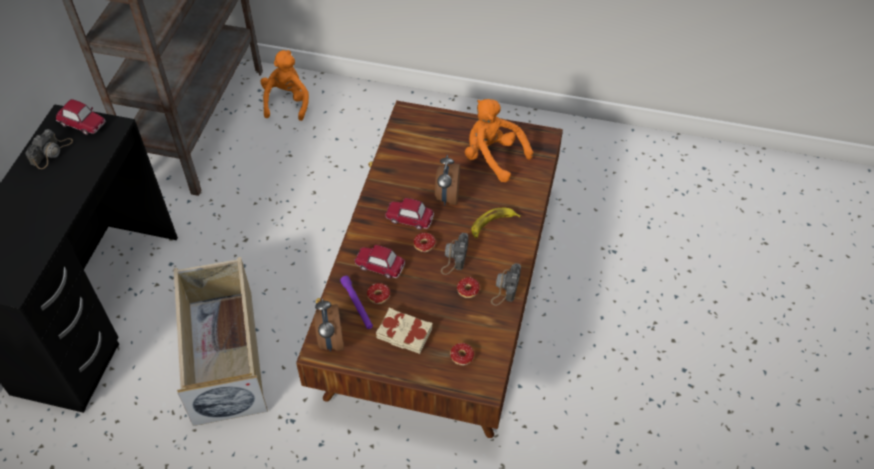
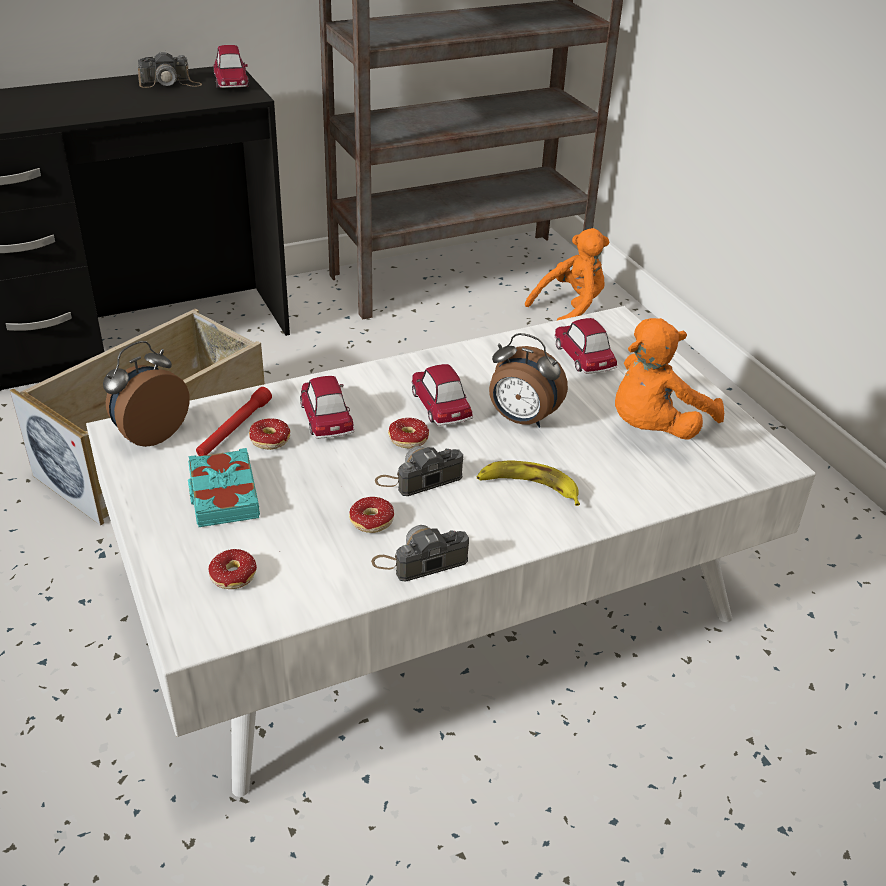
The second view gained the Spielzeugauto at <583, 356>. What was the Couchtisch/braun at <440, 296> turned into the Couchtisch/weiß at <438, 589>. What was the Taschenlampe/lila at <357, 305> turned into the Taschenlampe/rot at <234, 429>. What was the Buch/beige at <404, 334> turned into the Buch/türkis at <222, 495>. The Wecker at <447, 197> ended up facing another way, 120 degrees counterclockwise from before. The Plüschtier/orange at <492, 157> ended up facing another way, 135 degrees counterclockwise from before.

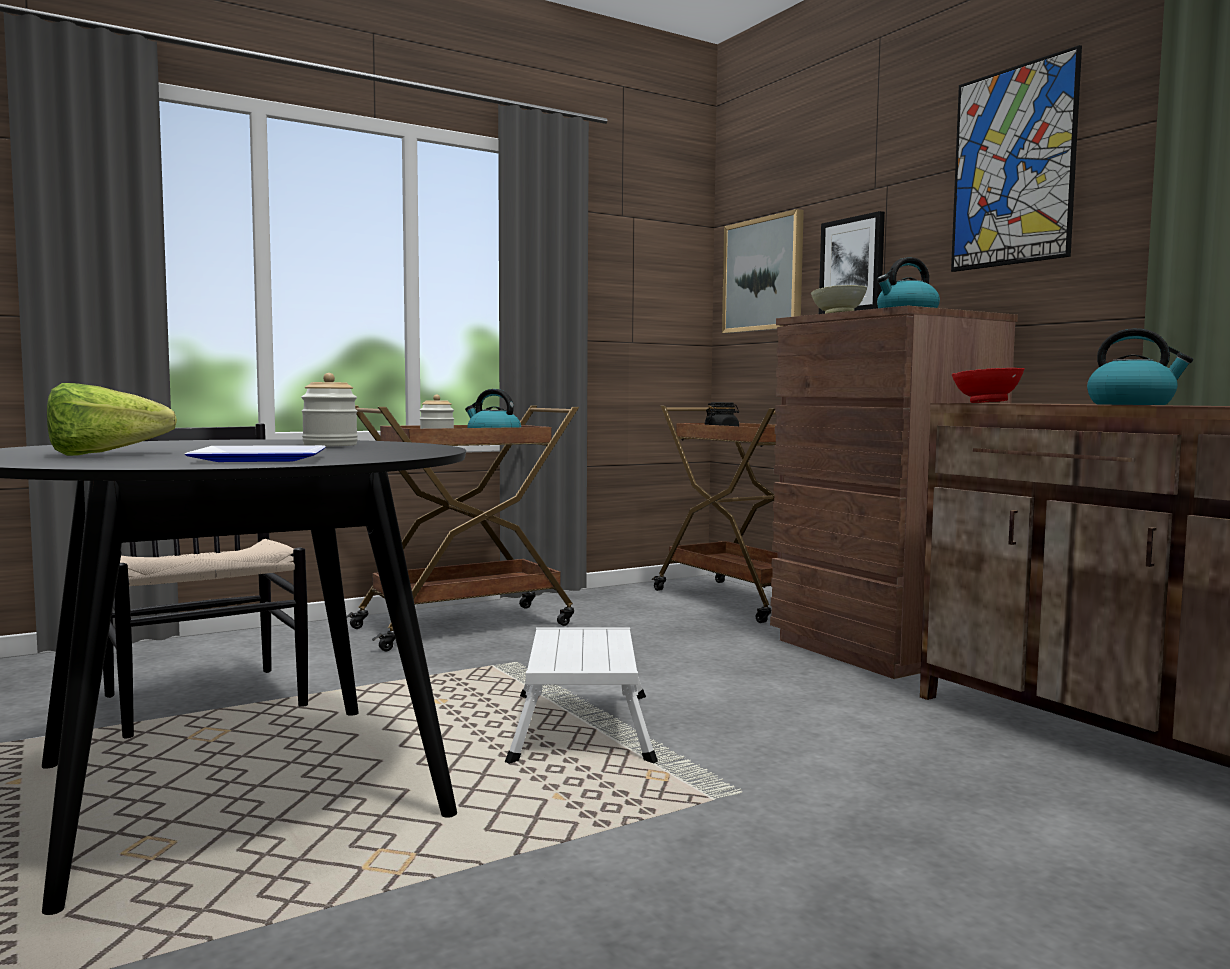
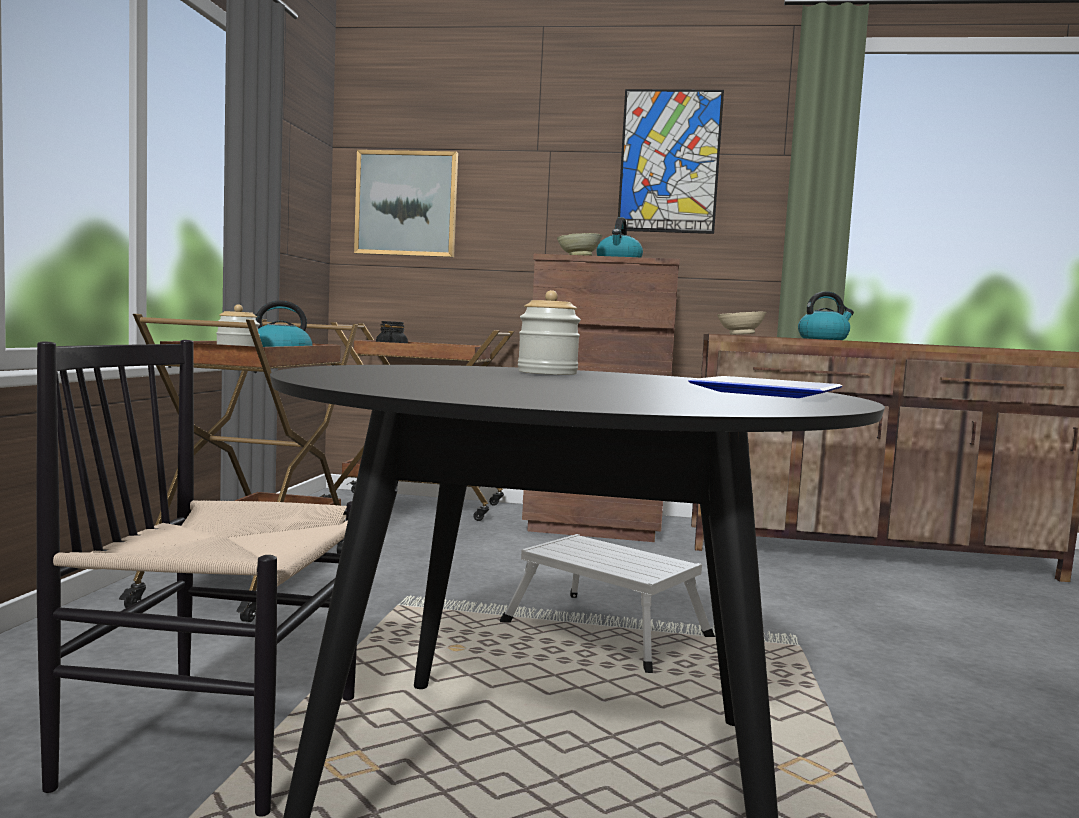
The second view lost the Salatkopf at <115, 454>. The second view lost the Bild at <852, 265>. What was the Schüssel/rot at <986, 403> turned into the Schüssel/beige at <739, 334>.

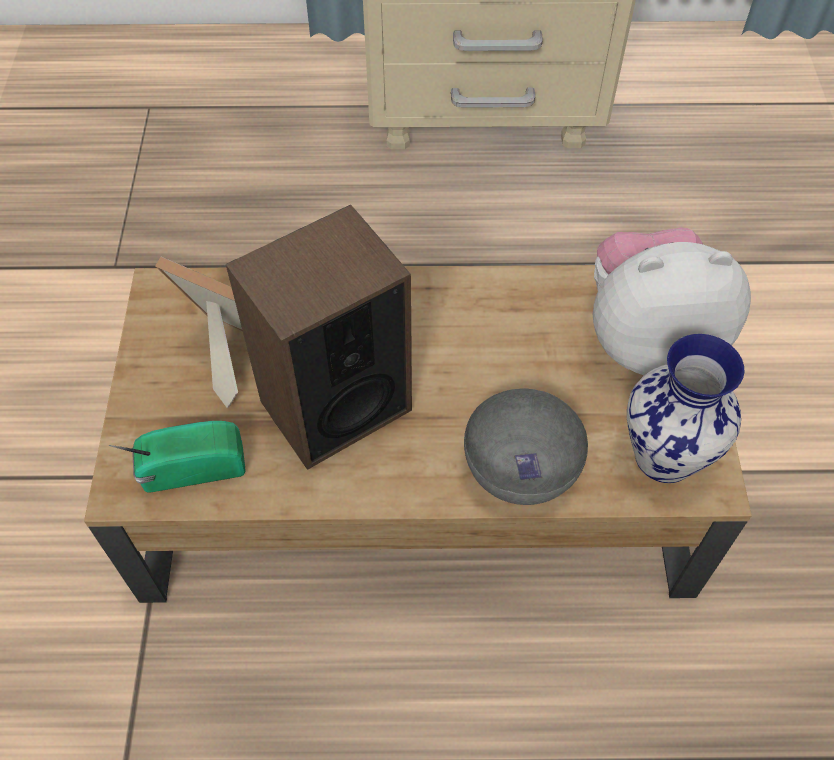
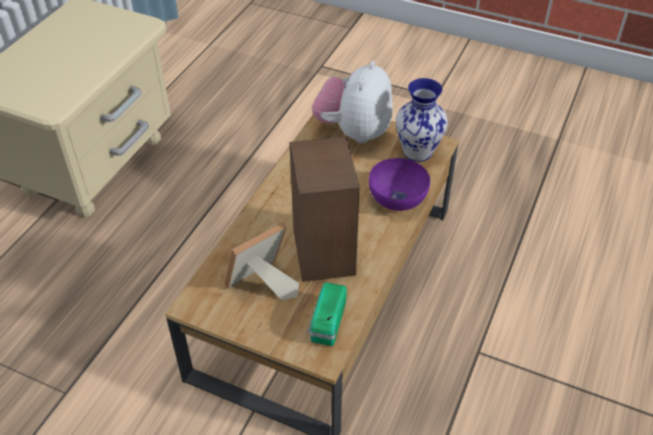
What was the Schüssel/grau at <520, 465> turned into the Schüssel/lila at <396, 198>.

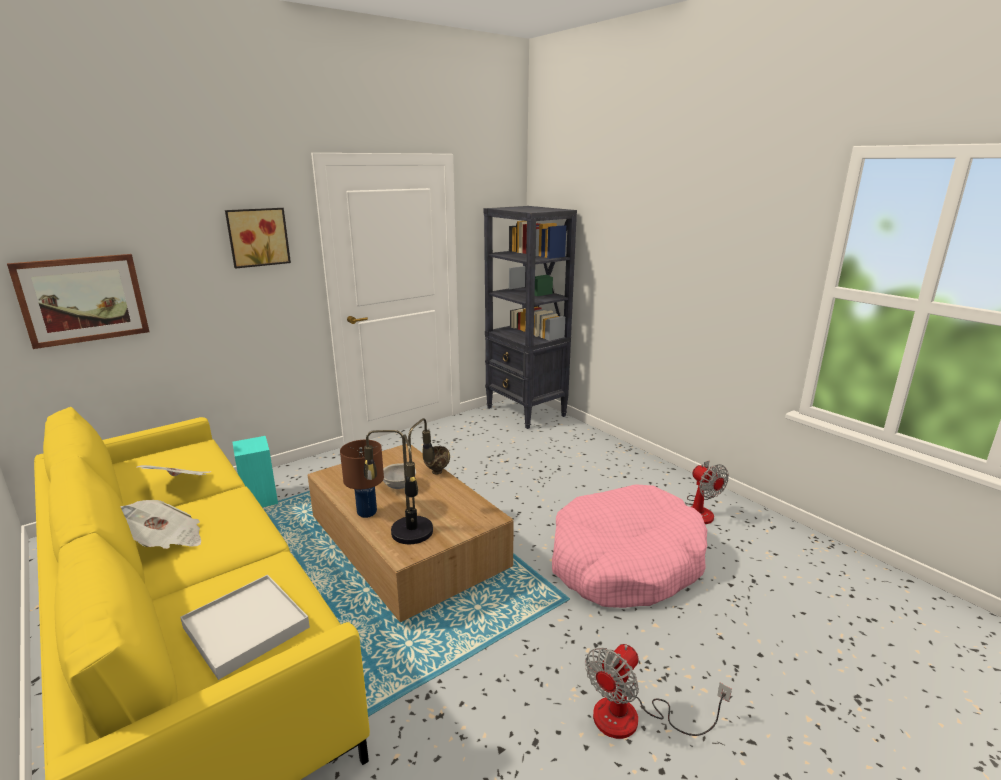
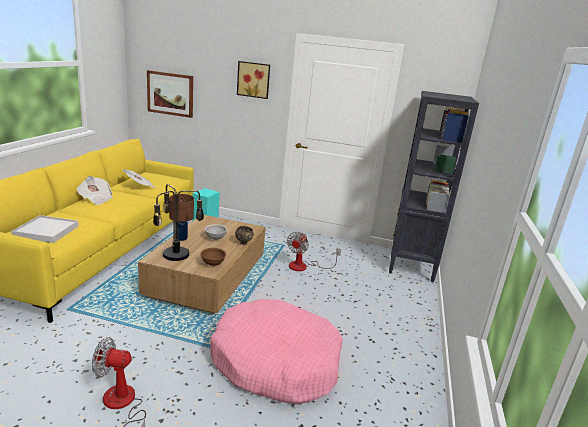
The second view gained the Schüssel/braun at <213, 264>. The Ventilator ended up elsewhere, having gone from <700, 510> to <304, 266>.

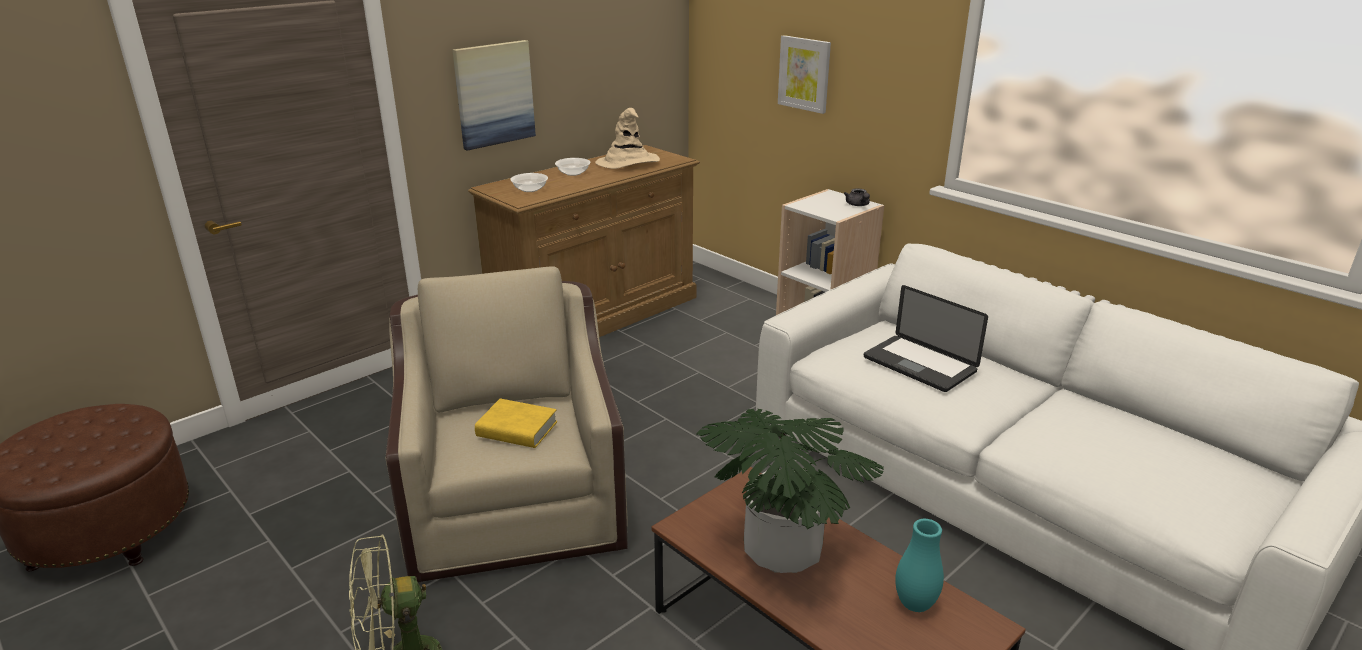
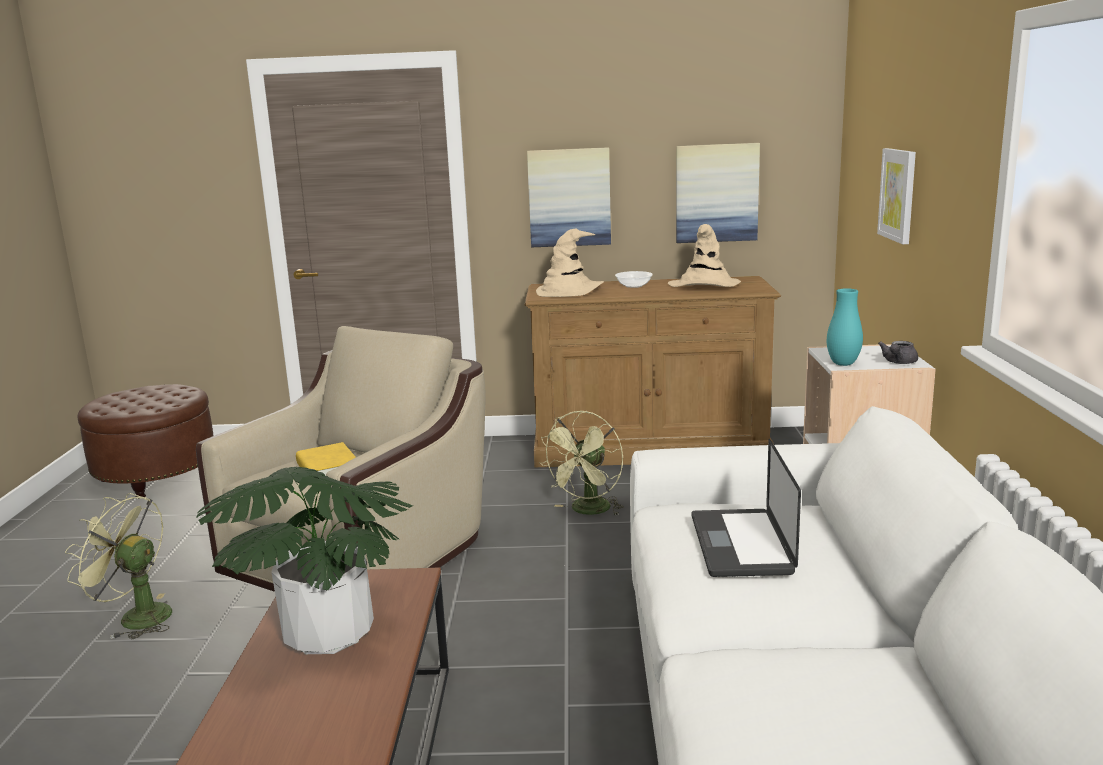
The second view gained the Ventilator/grün at <588, 511>. The second view gained the Bild at <716, 193>. The Vase/türkis ended up elsewhere, having gone from <915, 604> to <843, 364>. Where the Schüssel stood at <530, 189>, the Hut/beige came to stand at <569, 291>.

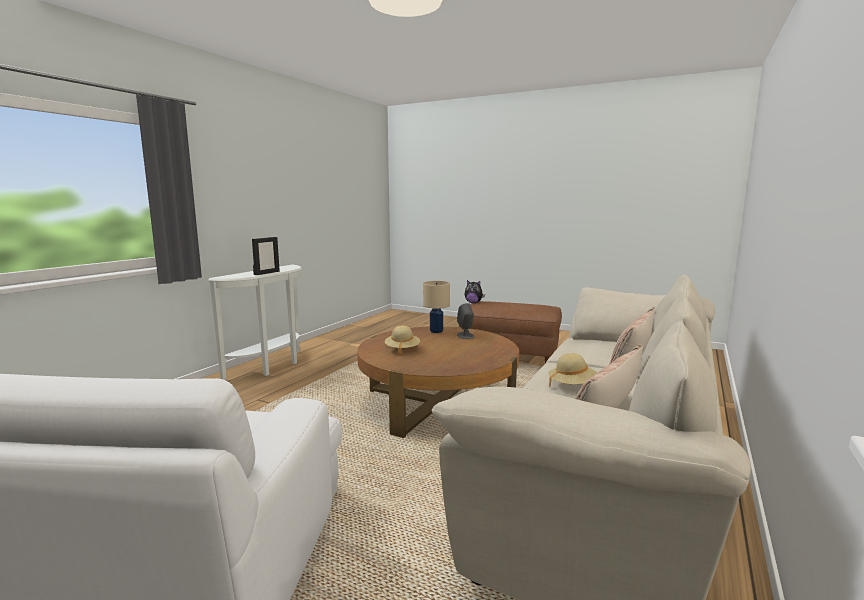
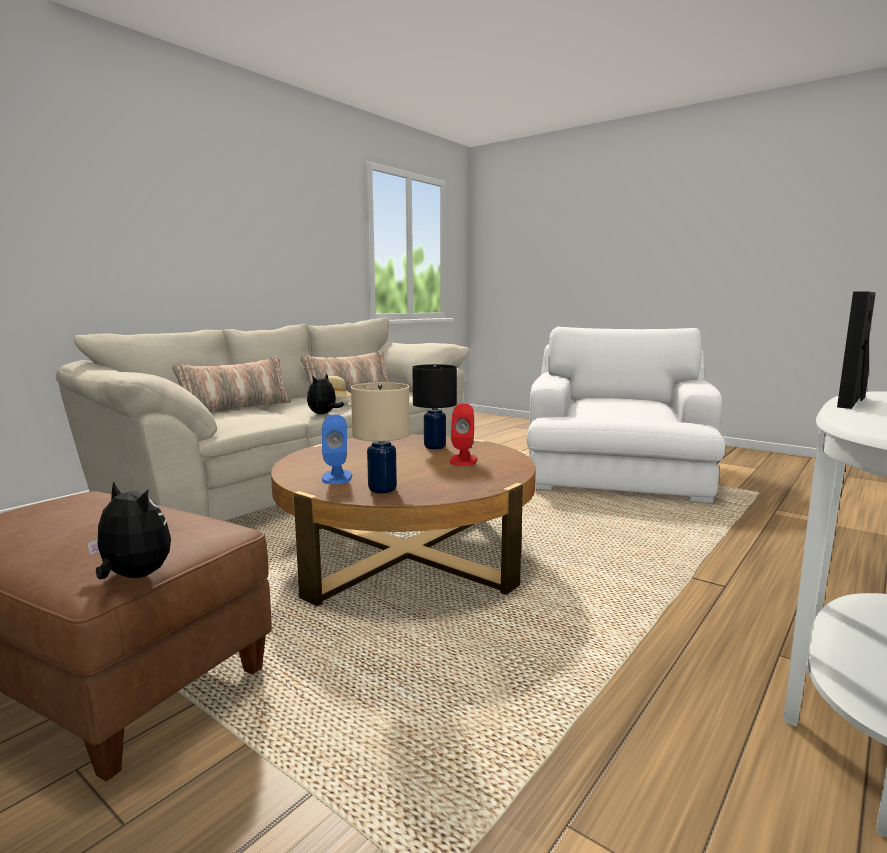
The second view gained the Plüschtier at <323, 414>. The second view gained the Tischlampe/schwarz at <433, 447>. Where the Hut/beige stood at <402, 349>, the Lautsprecher/rot came to stand at <463, 460>. What was the Lautsprecher/grau at <465, 336> turned into the Lautsprecher/blau at <337, 477>.

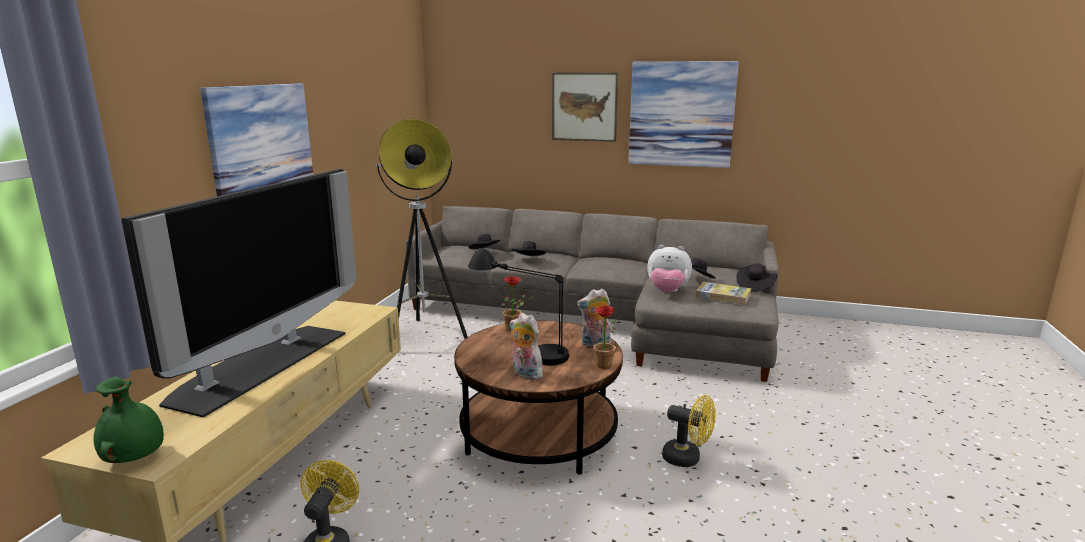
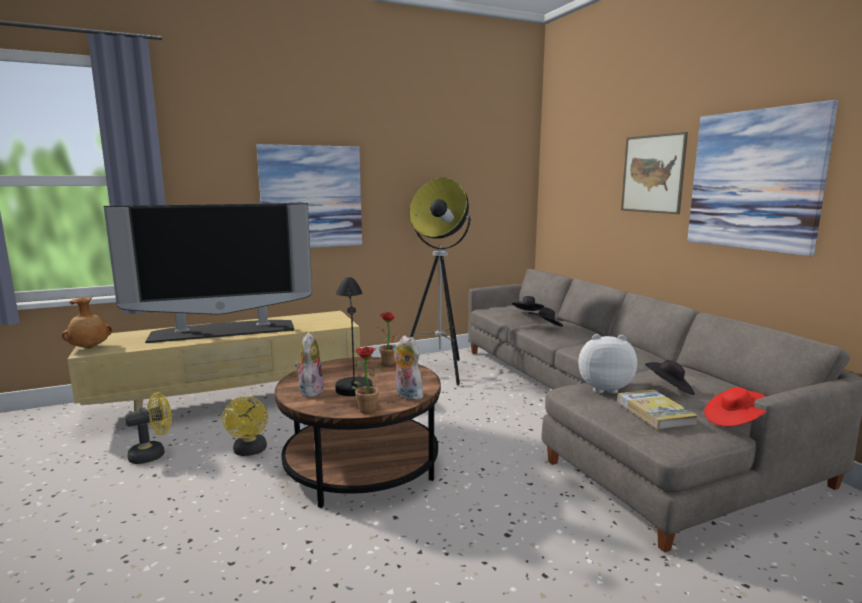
The Ventilator/gelb ended up elsewhere, having gone from <687, 459> to <250, 451>. What was the Vase/grün at <135, 458> turned into the Vase/braun at <89, 348>. What was the Hut/schwarz at <755, 286> turned into the Hut/rot at <734, 420>. The Plüschtier at <667, 292> ended up facing another way, 120 degrees clockwise from before.

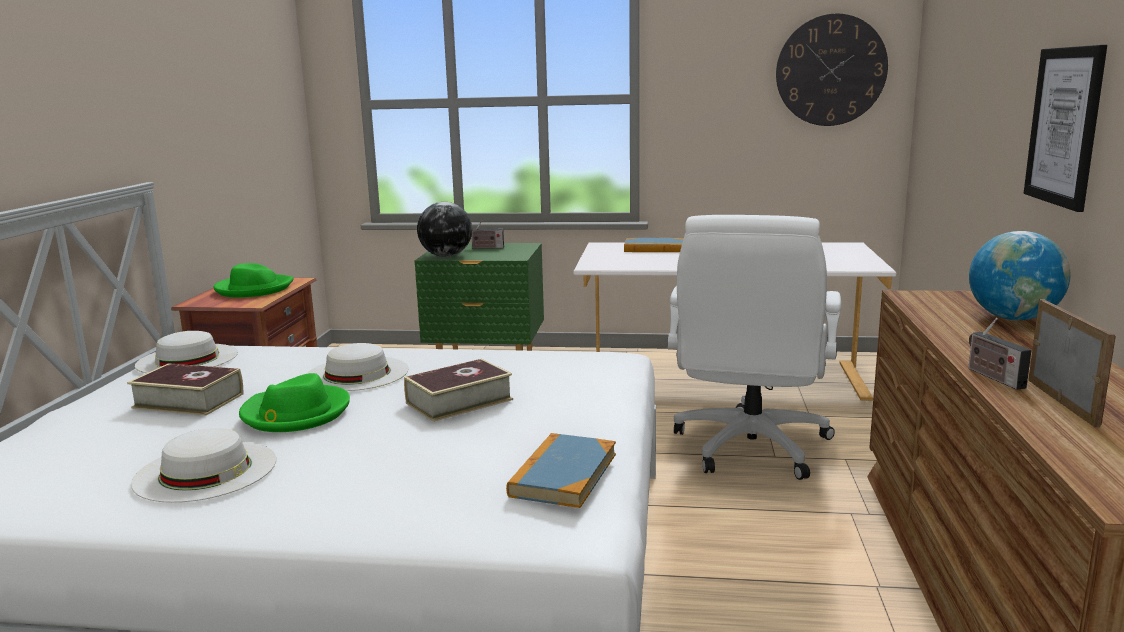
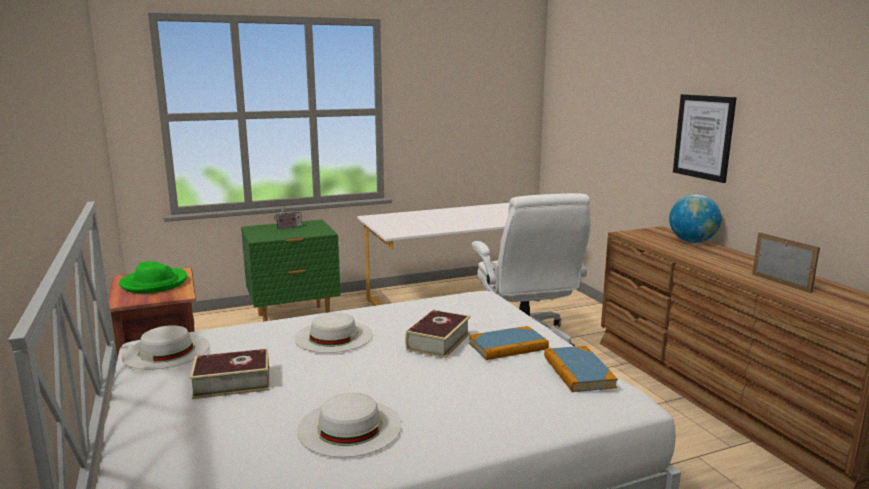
The second view lost the Hut/grün at <295, 413>. The second view lost the Globus at <446, 256>. The second view lost the Wanduhr at <831, 70>. The second view lost the Radio at <992, 377>. The Buch ended up elsewhere, having gone from <654, 248> to <508, 346>.

